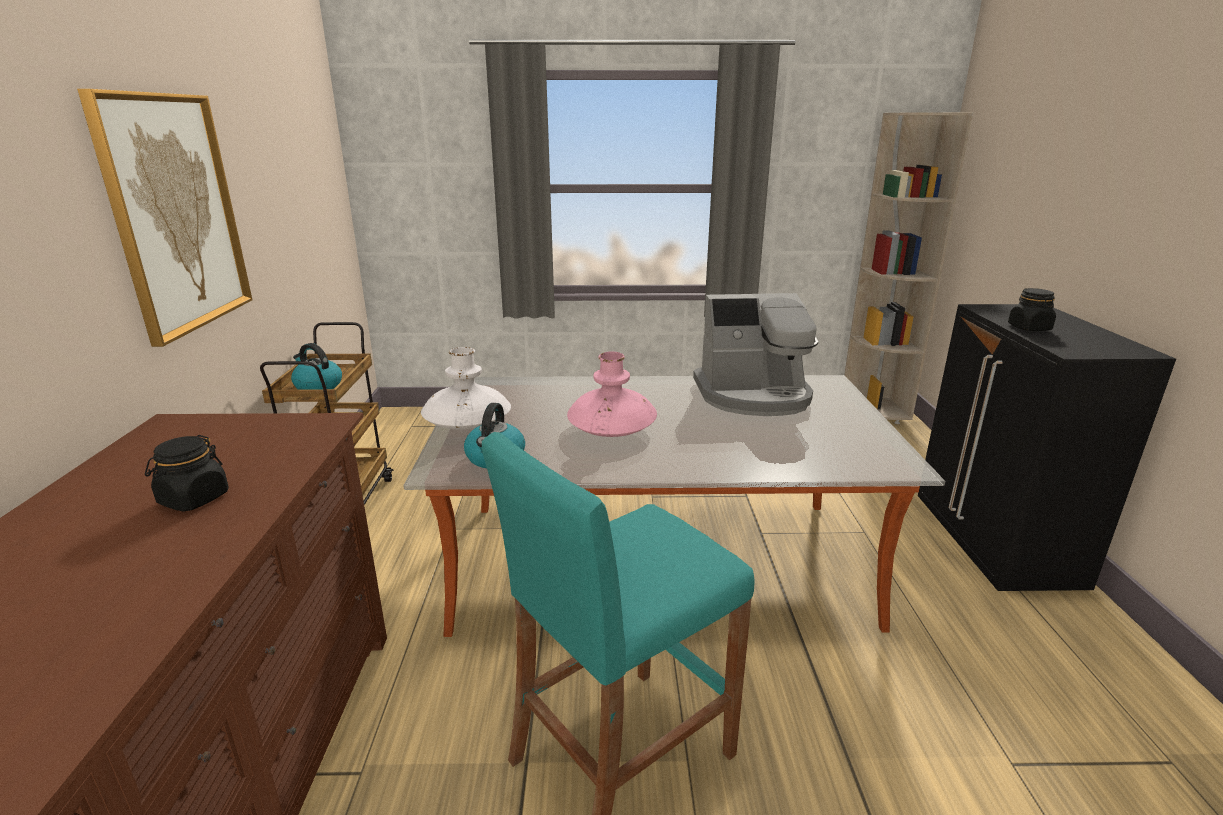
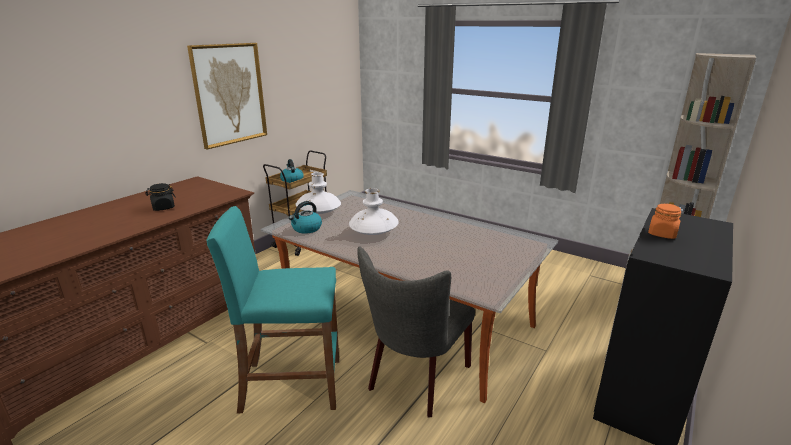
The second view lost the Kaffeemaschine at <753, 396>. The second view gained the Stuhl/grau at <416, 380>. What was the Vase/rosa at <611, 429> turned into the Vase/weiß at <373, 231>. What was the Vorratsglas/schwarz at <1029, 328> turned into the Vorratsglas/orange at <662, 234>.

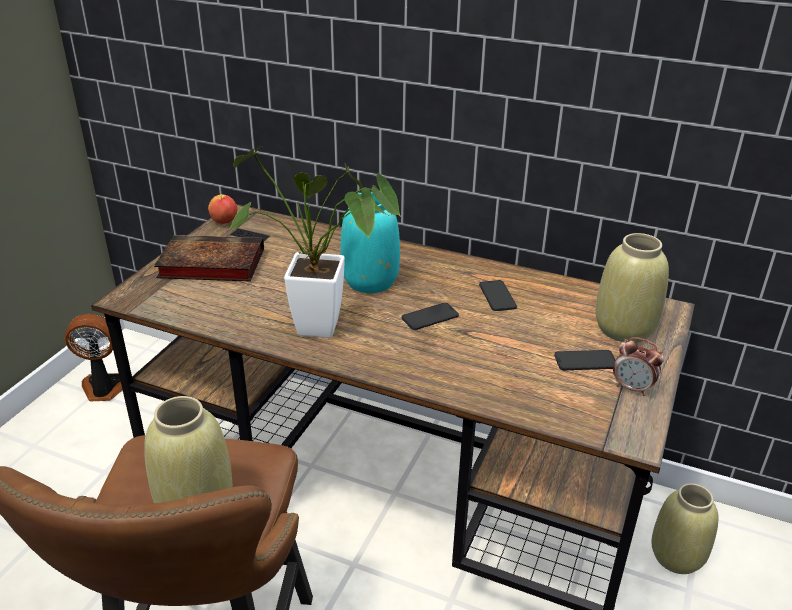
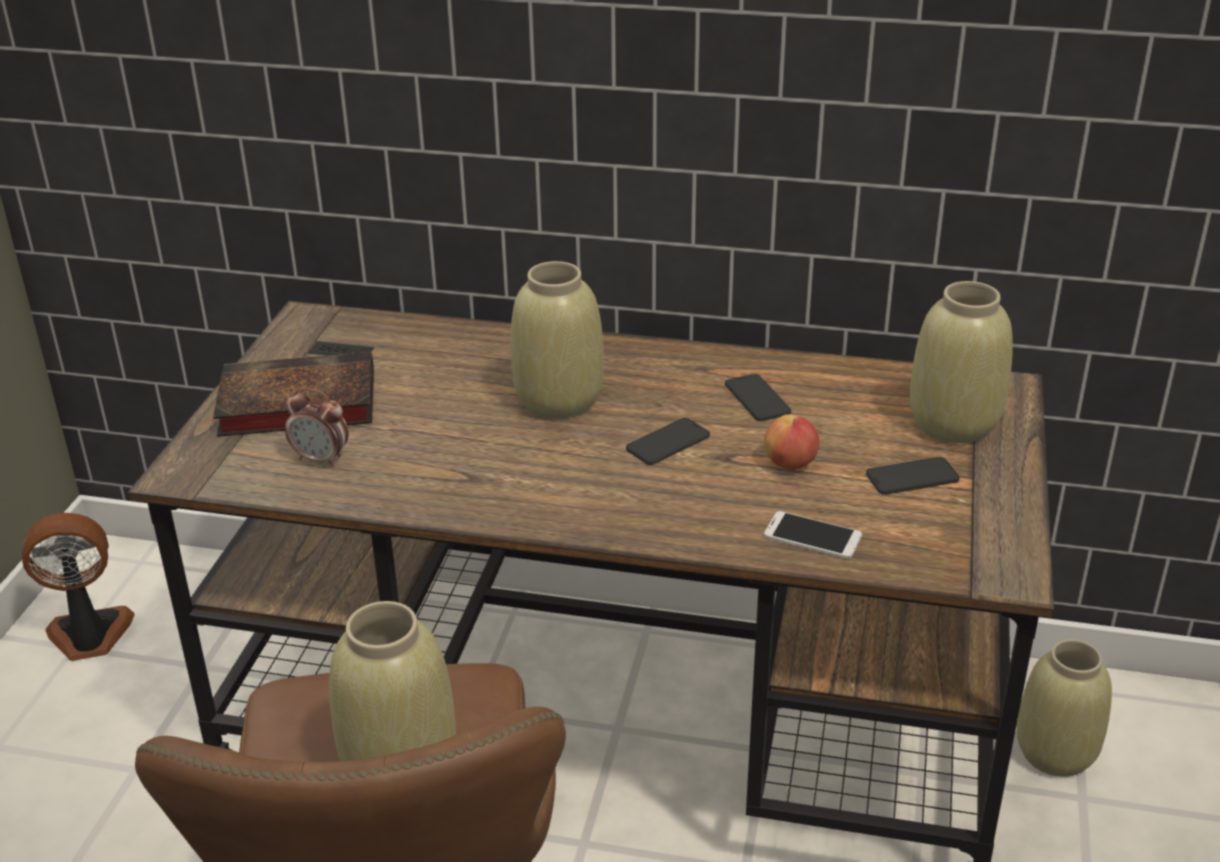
The second view lost the Topfpflanze at <329, 329>. The second view gained the Handy at <812, 536>. The Apfel ended up elsewhere, having gone from <224, 221> to <790, 463>. The Wecker ended up elsewhere, having gone from <632, 388> to <321, 459>. What was the Vase/türkis at <369, 281> turned into the Vase/beige at <558, 399>.

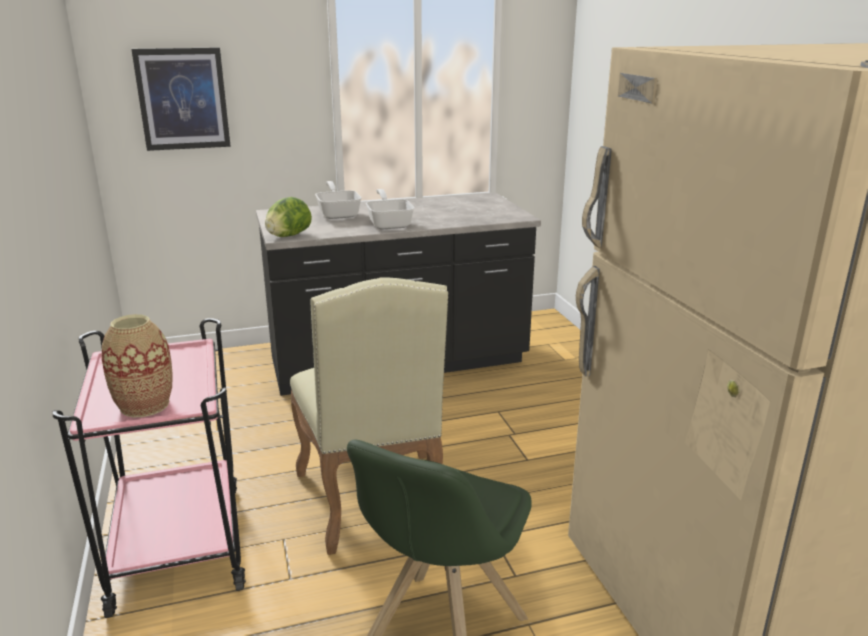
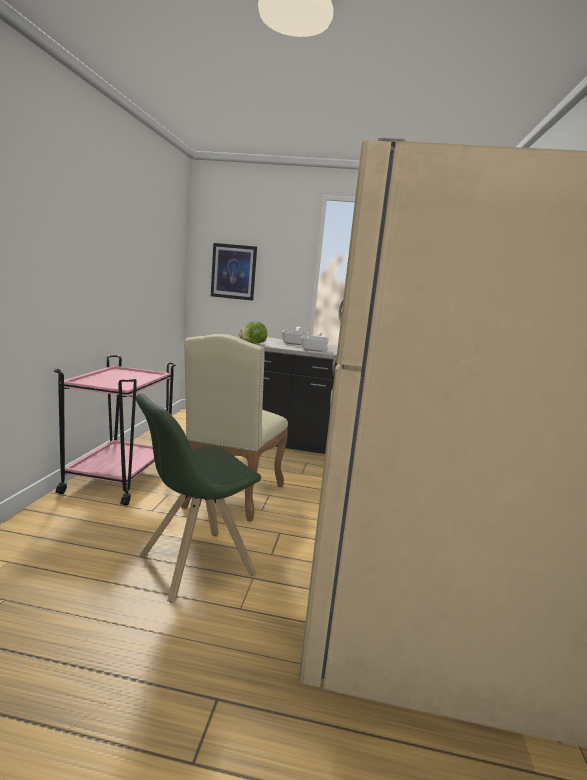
The second view lost the Vase at <144, 405>.

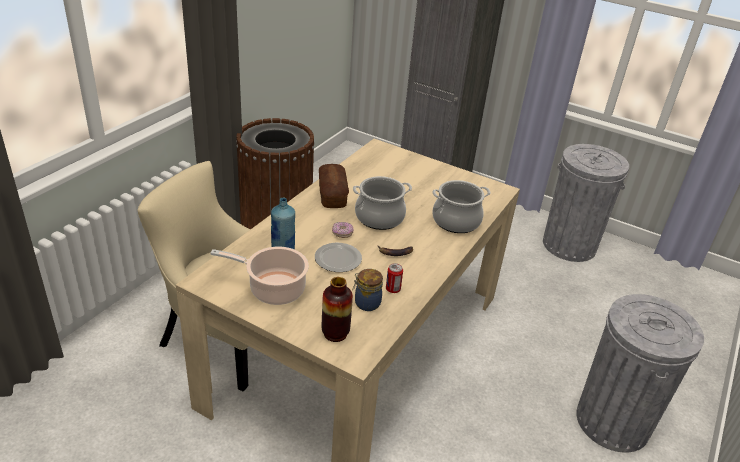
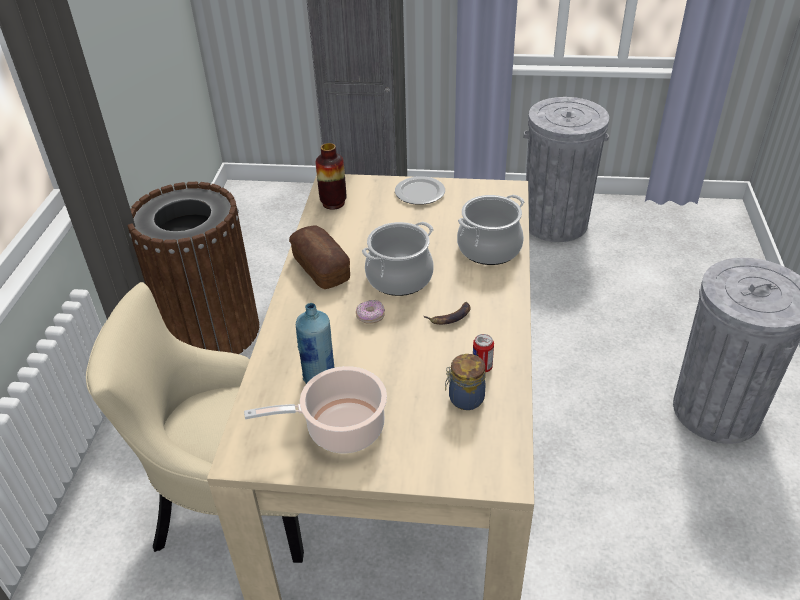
The Teller ended up elsewhere, having gone from <338, 259> to <420, 192>. The Vase ended up elsewhere, having gone from <335, 333> to <333, 203>.

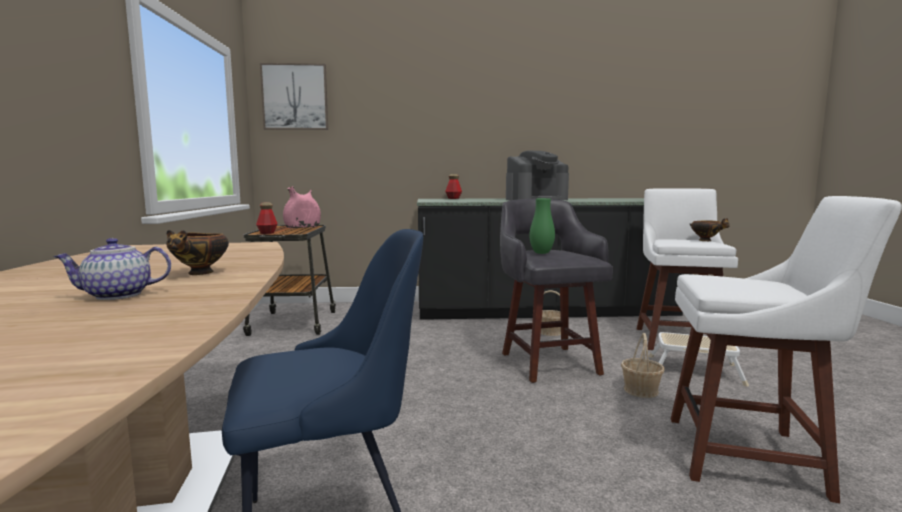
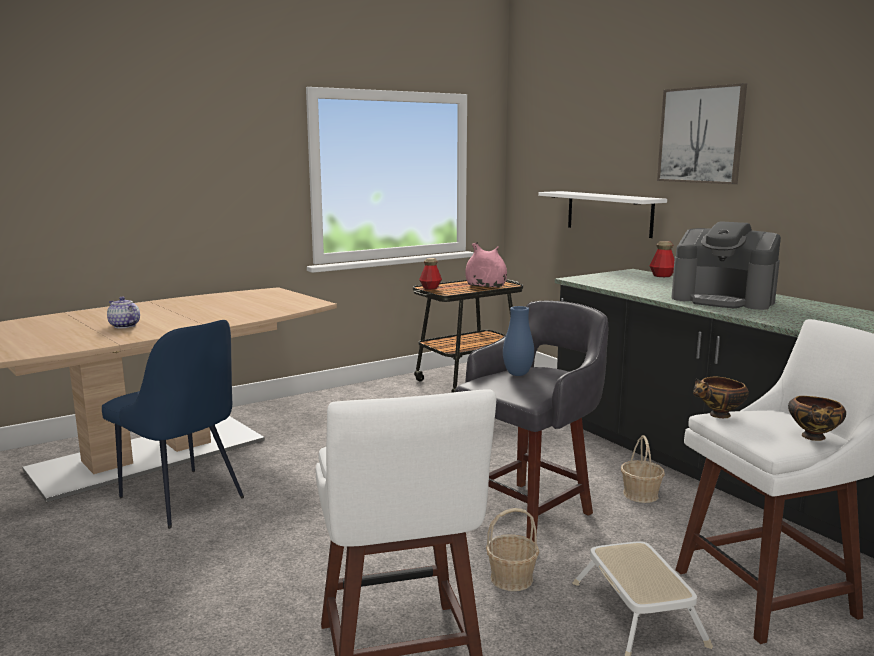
The second view gained the Wandregal/weiß at <609, 213>. The Schüssel ended up elsewhere, having gone from <200, 273> to <718, 415>. The Bild ended up elsewhere, having gone from <295, 97> to <701, 135>. What was the Vase/grün at <541, 253> turned into the Vase/blau at <517, 374>.

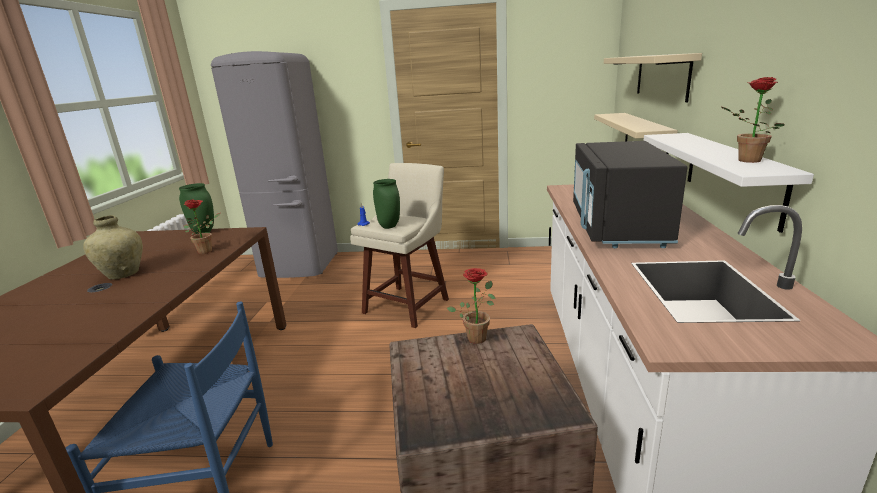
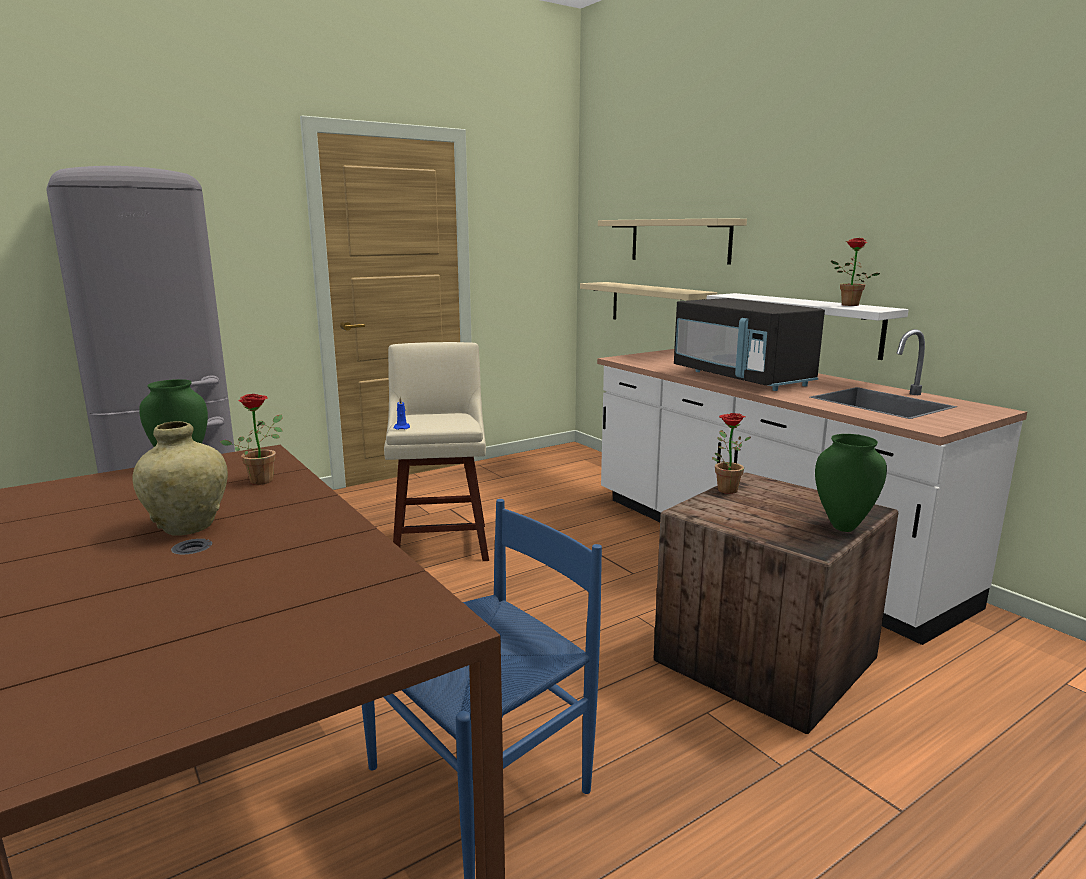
The Vase/grün ended up elsewhere, having gone from <388, 227> to <843, 527>.

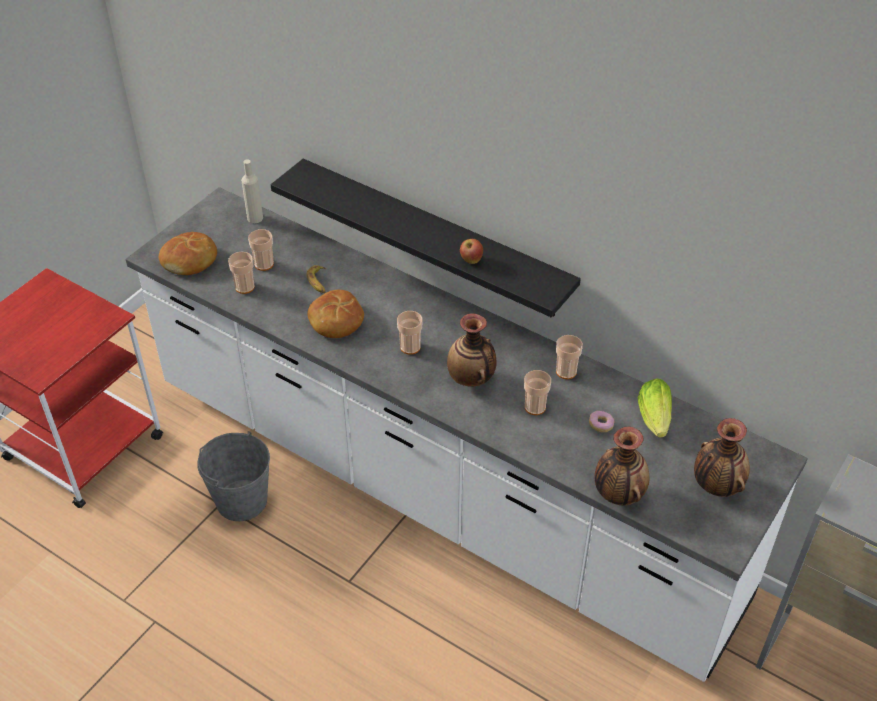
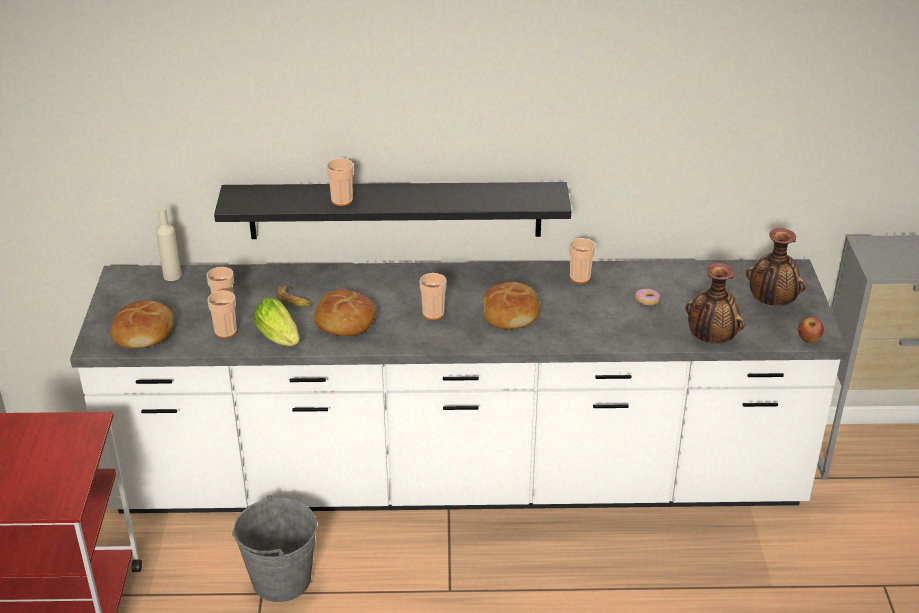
The Apfel ended up elsewhere, having gone from <471, 260> to <808, 340>. The Tasse ended up elsewhere, having gone from <535, 407> to <342, 200>. The Salatkopf ended up elsewhere, having gone from <654, 420> to <280, 338>. Where the Vase stood at <471, 379>, the Brot came to stand at <511, 314>.

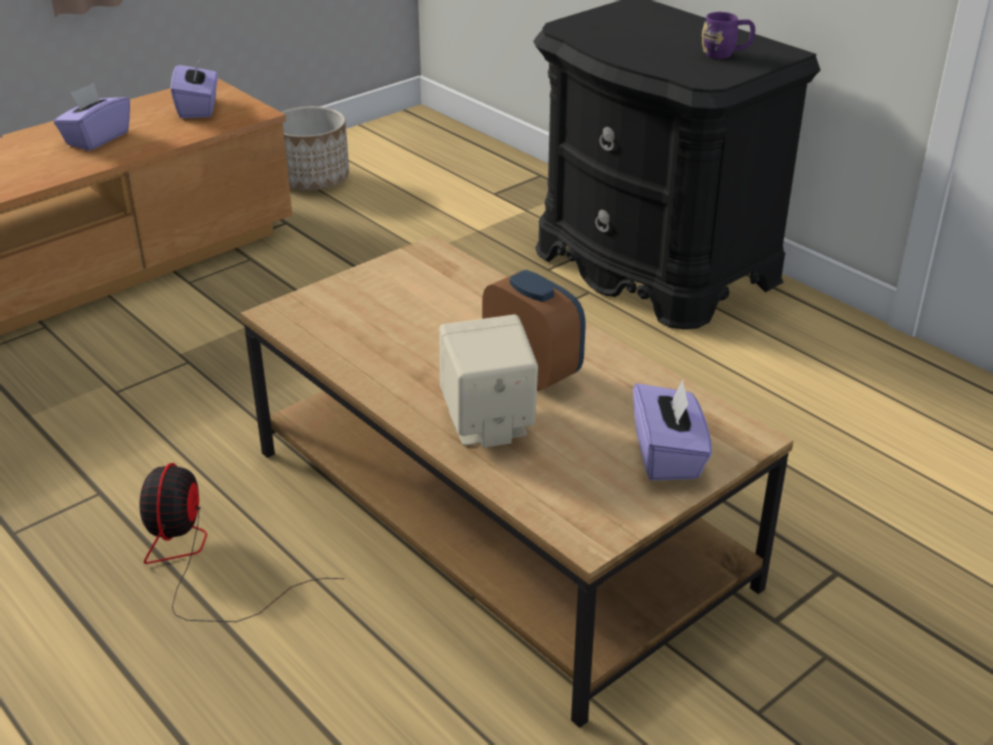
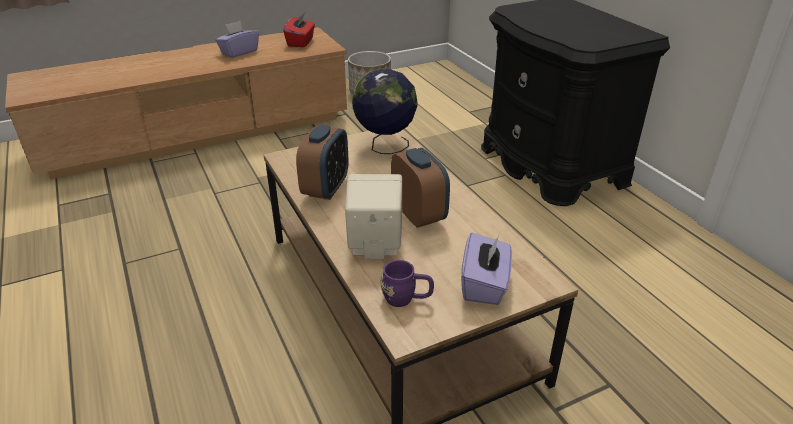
The second view lost the Ventilator at <200, 561>. The second view gained the Wecker at <326, 189>. The second view gained the Globus at <385, 146>. The Henkelbecher/lila ended up elsewhere, having gone from <726, 53> to <406, 299>. What was the Taschentuchbox/lila at <199, 108> turned into the Taschentuchbox/rot at <301, 42>.

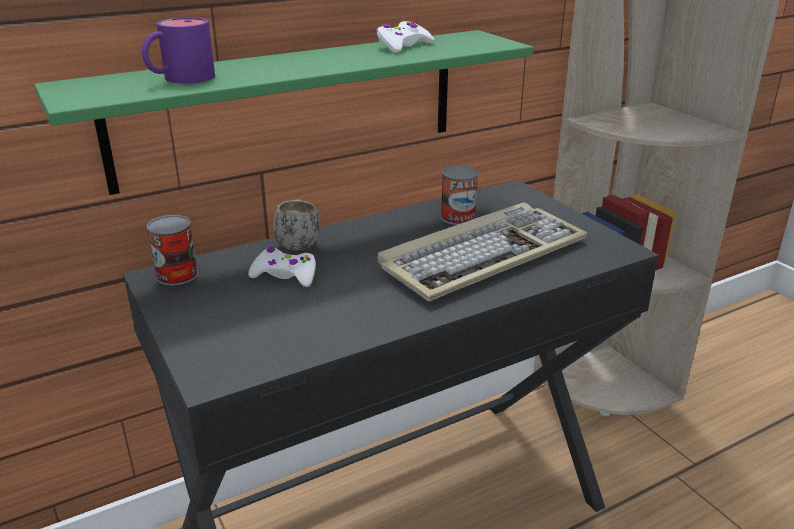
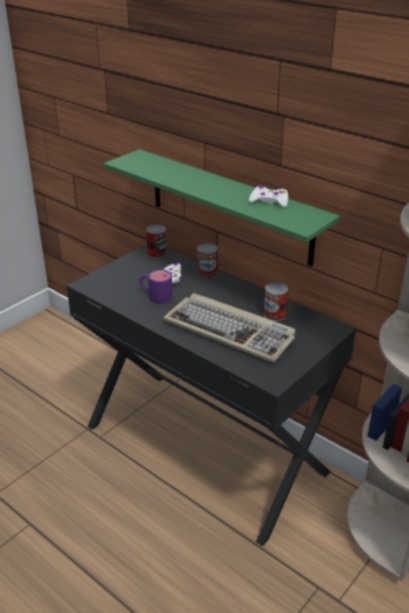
The Henkelbecher/lila ended up elsewhere, having gone from <179, 79> to <155, 296>. Where the Henkelbecher/weiß stood at <298, 242>, the Dose came to stand at <207, 273>.

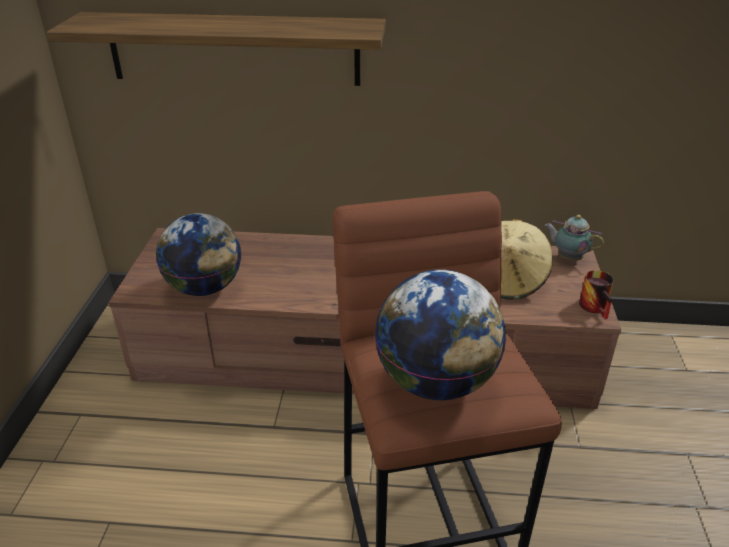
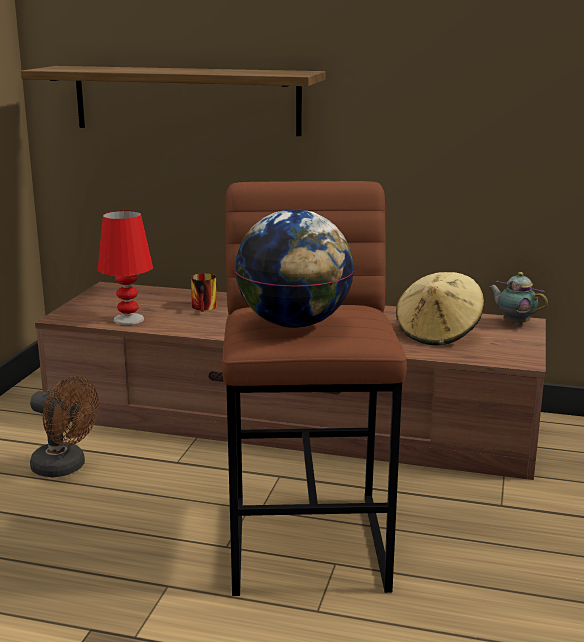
The second view gained the Ventilator/braun at <65, 468>. The Henkelbecher ended up elsewhere, having gone from <597, 307> to <206, 308>. Where the Globus stood at <204, 288>, the Tischlampe/rot came to stand at <129, 319>.

